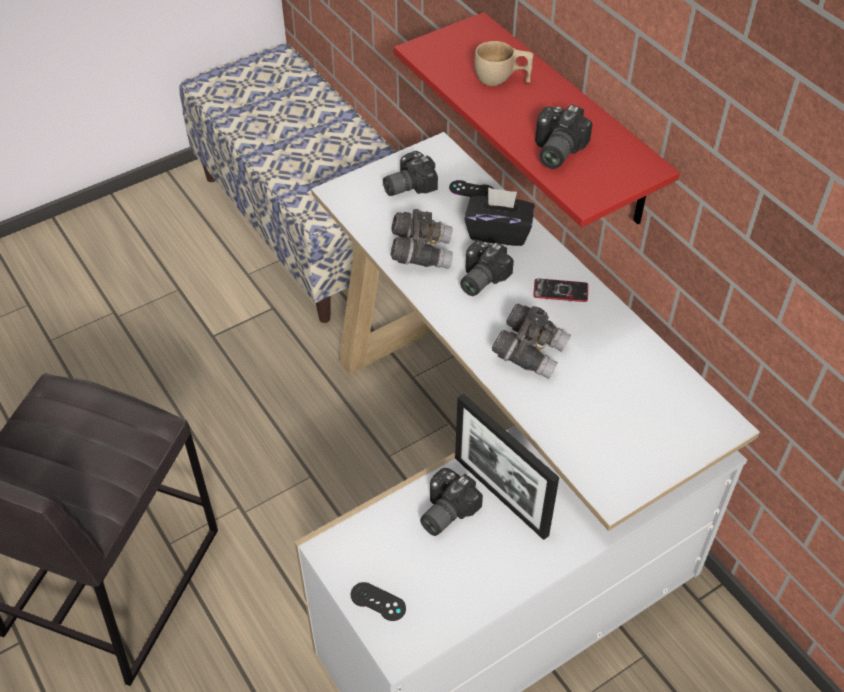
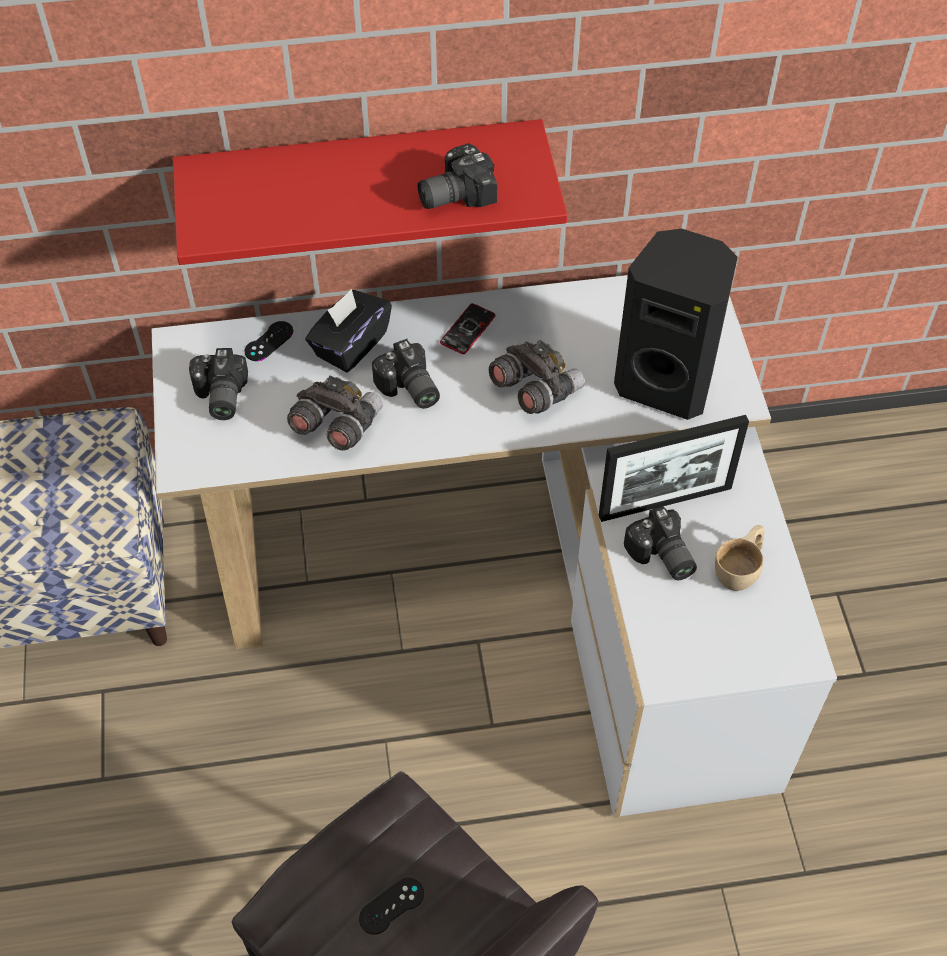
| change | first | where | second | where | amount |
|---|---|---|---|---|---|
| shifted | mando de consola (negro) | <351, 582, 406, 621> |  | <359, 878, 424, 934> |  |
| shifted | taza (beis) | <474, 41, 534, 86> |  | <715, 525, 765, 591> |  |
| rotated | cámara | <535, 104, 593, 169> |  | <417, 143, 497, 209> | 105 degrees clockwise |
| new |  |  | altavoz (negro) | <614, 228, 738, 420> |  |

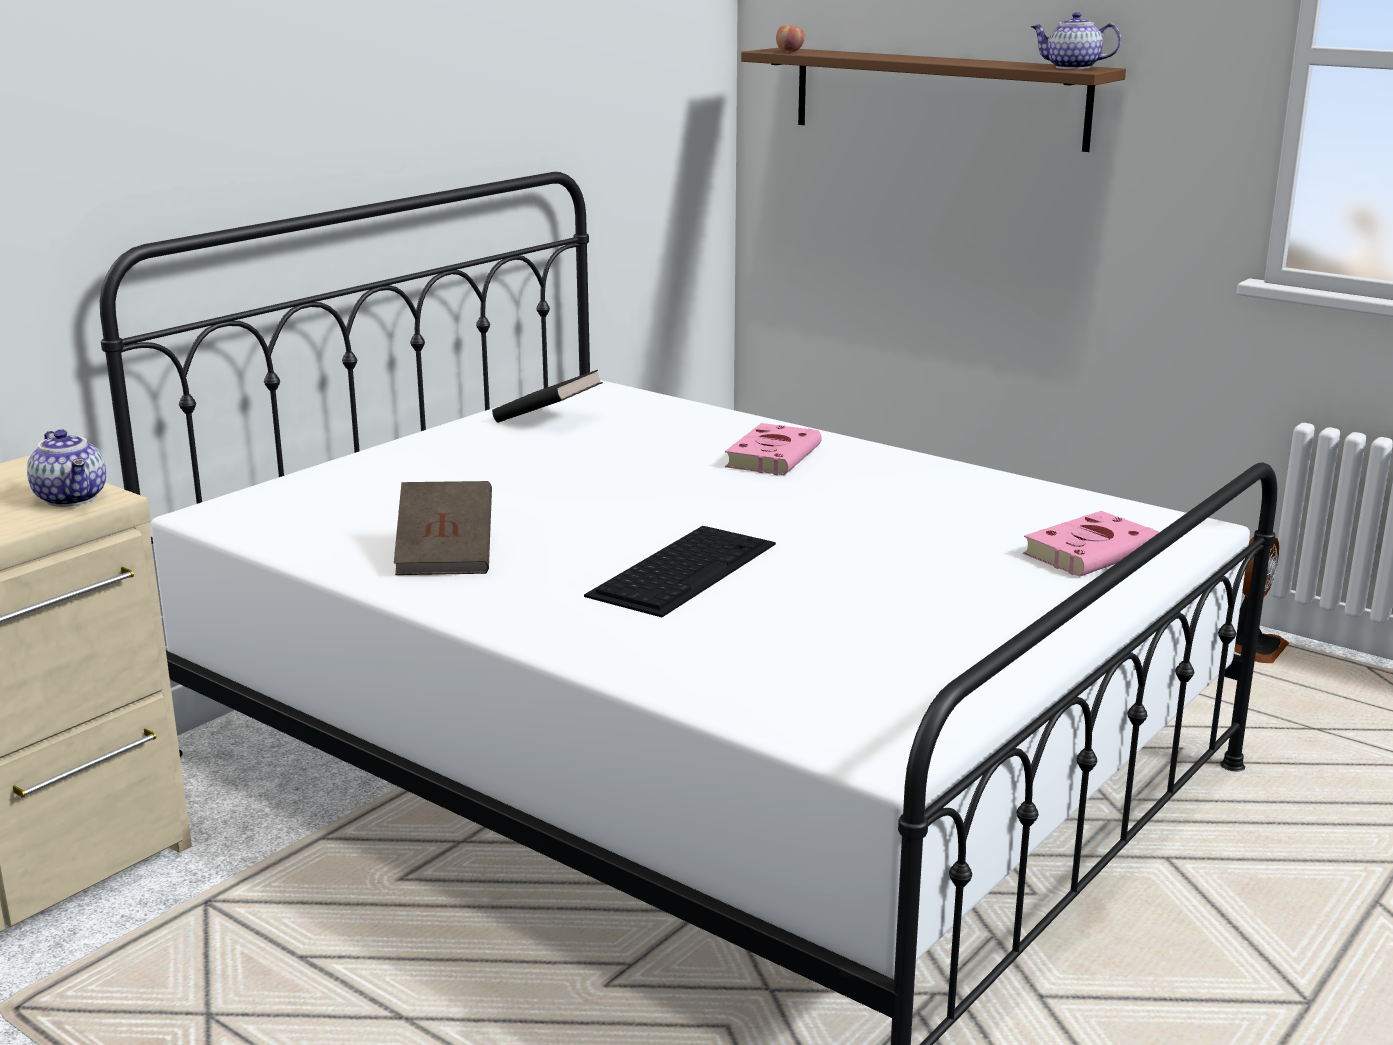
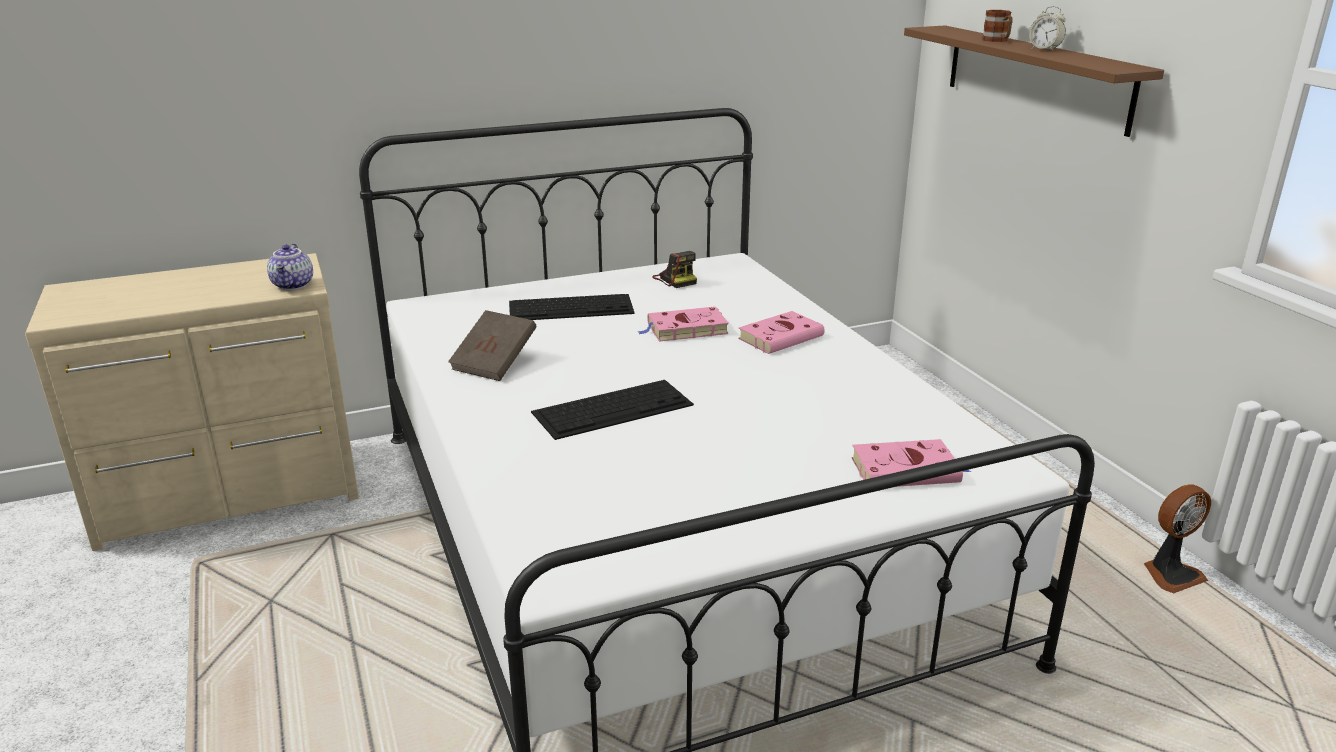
| change | first | where | second | where | amount |
|---|---|---|---|---|---|
| swapped | libro (negro) | <492, 370, 603, 423> | cámara | <652, 251, 697, 288> |  |
| gone | manzana | <776, 25, 805, 52> |  |  |  |
| gone | tetera | <1030, 12, 1121, 69> |  |  |  |
| new |  |  | teclado | <509, 294, 635, 320> |  |
| new |  |  | libro (rosa) | <639, 307, 729, 342> |  |
| new |  |  | taza grande | <982, 10, 1013, 42> |  |
| new |  |  | despertador | <1029, 6, 1066, 51> |  |

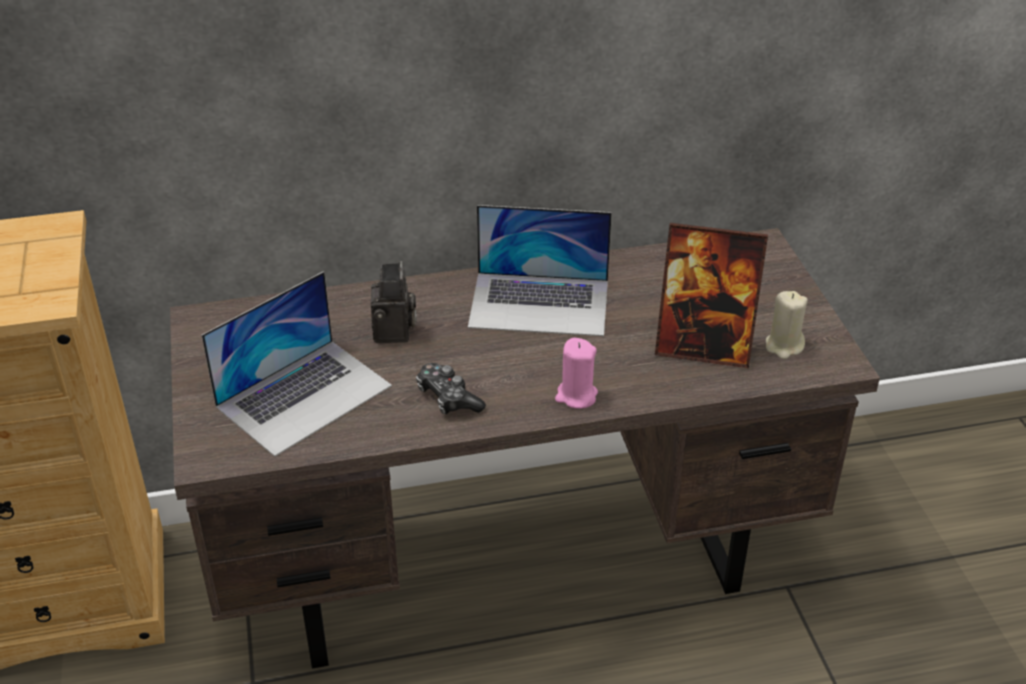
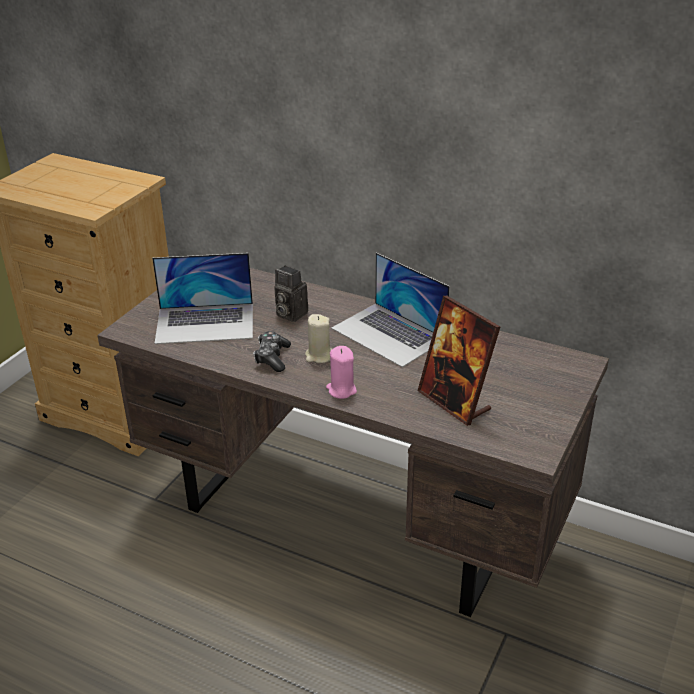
| change | first | where | second | where | amount |
|---|---|---|---|---|---|
| rotated | cámara | <371, 261, 417, 343> |  | <274, 265, 308, 322> | 90 degrees clockwise |
| shifted | vela (beis) | <766, 291, 808, 359> |  | <305, 314, 332, 363> |  |

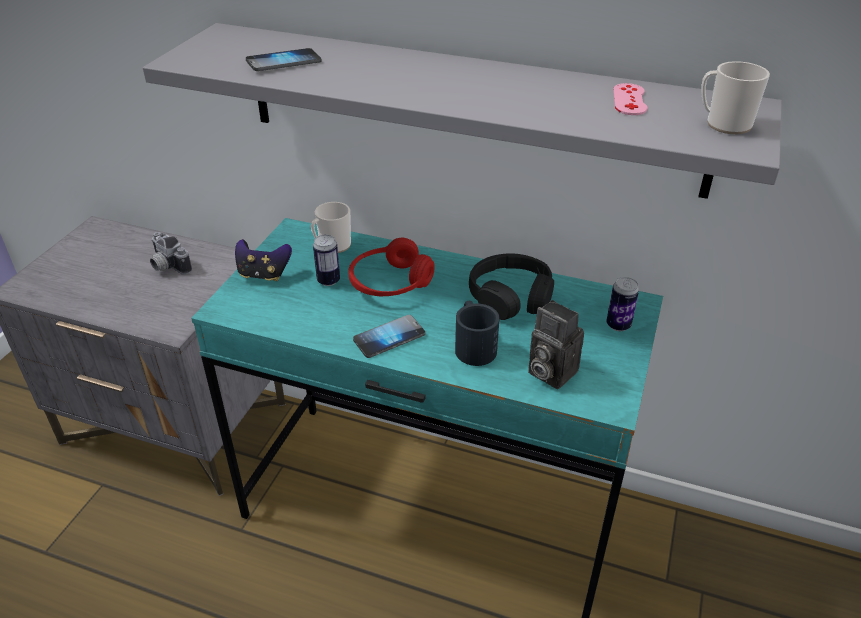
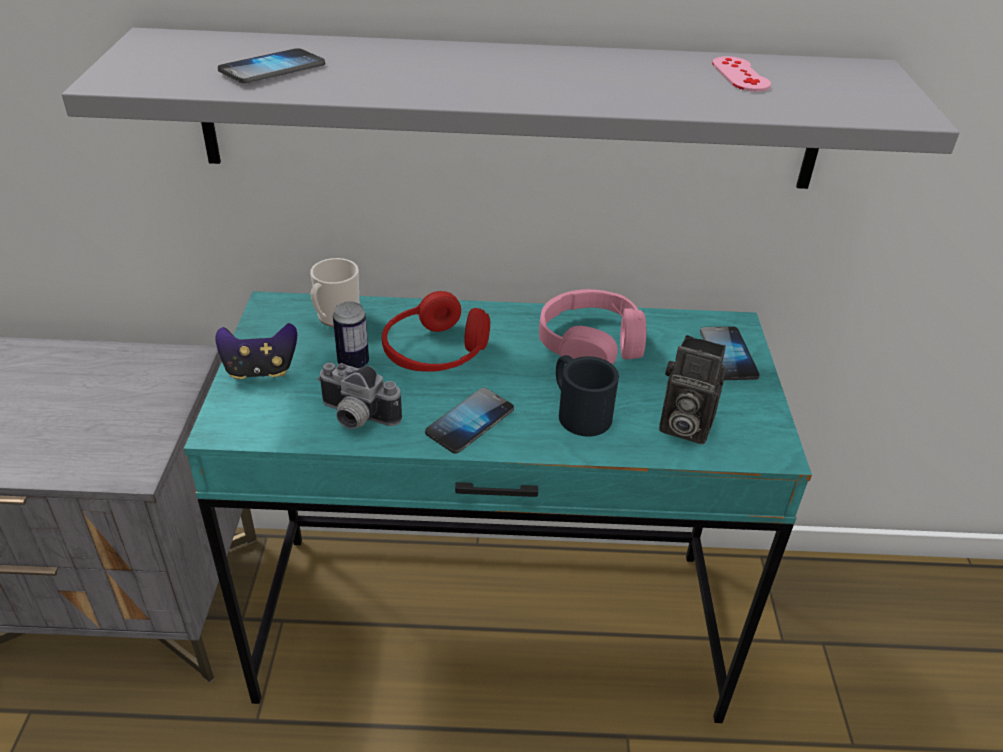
| change | first | where | second | where | amount |
|---|---|---|---|---|---|
| shifted | cámara | <150, 232, 192, 275> |  | <317, 363, 402, 429> |  |
| repainted | auriculares (negro) | <469, 253, 554, 320> | auriculares (rosa) | <539, 289, 646, 364> |  |
| swapped | lata | <606, 277, 639, 331> | móvil | <700, 326, 760, 380> |  |
| gone | taza grande | <702, 61, 770, 134> |  |  |  |

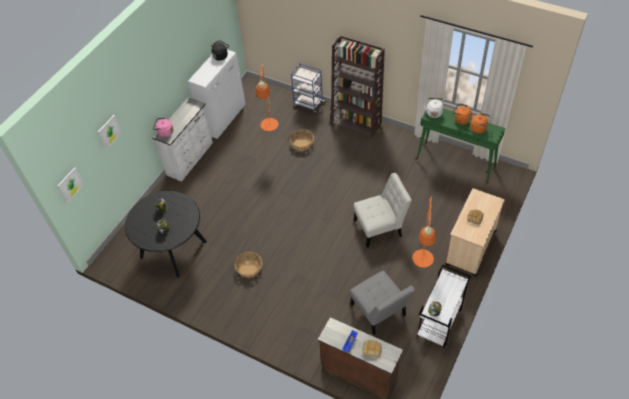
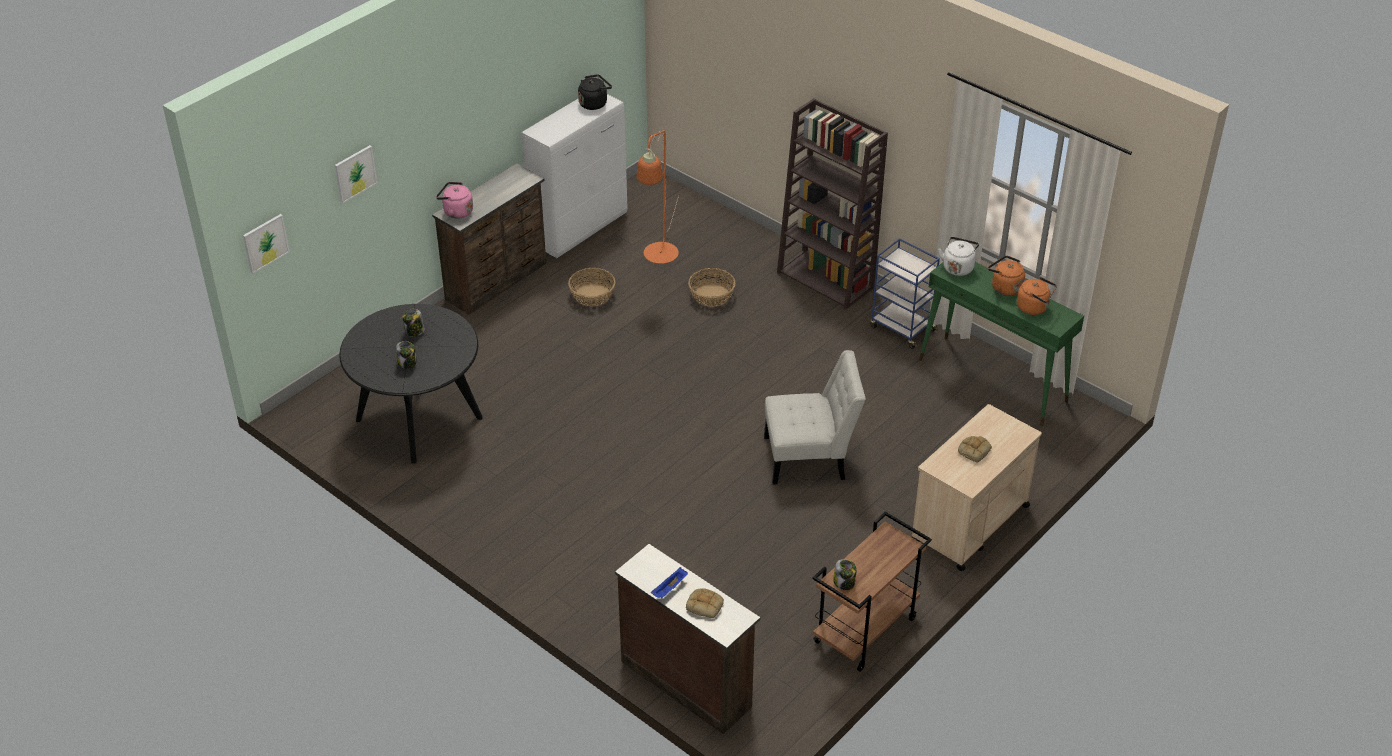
| change | first | where | second | where | amount |
|---|---|---|---|---|---|
| repainted | cómoda (blanco) | <152, 97, 213, 182> | cómoda (marrón) | <432, 163, 546, 315> |  |
| shifted | cesta | <234, 252, 262, 278> |  | <568, 268, 615, 306> |  |
| shifted | carrito (azul) | <291, 63, 326, 114> |  | <870, 238, 940, 349> |  |
| gone | silla (gris) | <350, 271, 415, 335> |  |  |  |
| gone | lámpara de pie (naranja) | <412, 197, 436, 268> |  |  |  |
| repainted | carrito (blanco) | <416, 265, 471, 348> | carrito (marrón) | <812, 511, 932, 672> |  |

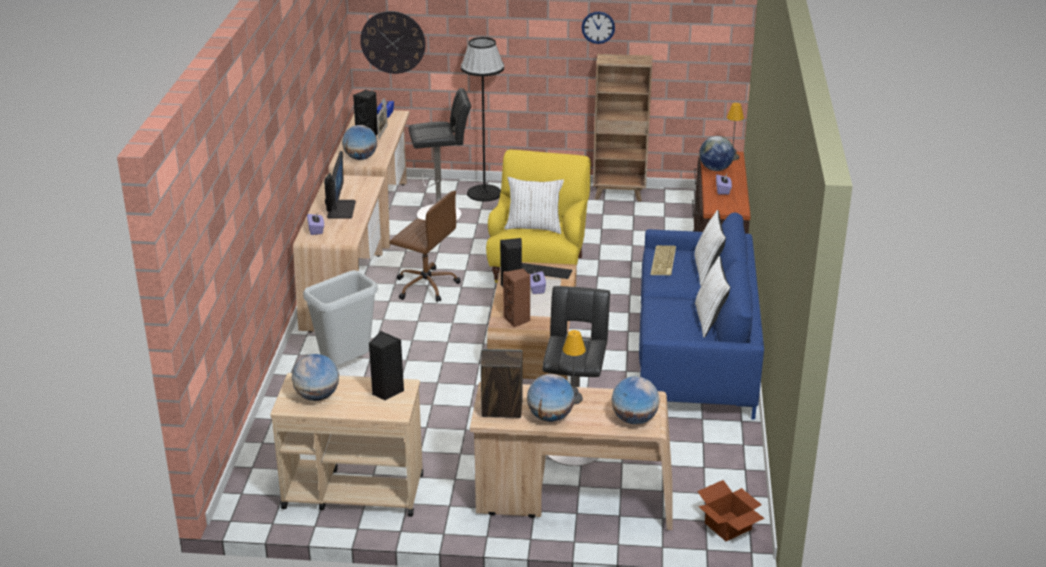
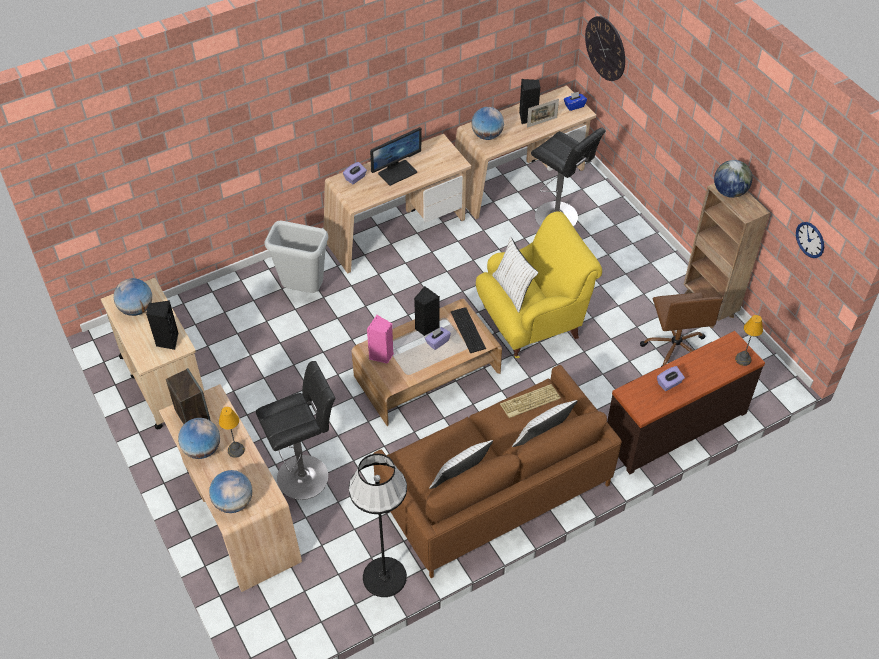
| change | first | where | second | where | amount |
|---|---|---|---|---|---|
| shifted | silla de oficina (marrón) | <390, 191, 461, 302> |  | <640, 292, 723, 367> |  |
| shifted | lámpara de pie (negro) | <461, 37, 504, 201> |  | <349, 453, 407, 597> |  |
| repainted | altavoz (marrón) | <503, 268, 531, 328> | altavoz (rosa) | <367, 315, 393, 364> |  |
| shifted | reloj de pared | <581, 11, 615, 44> |  | <796, 222, 824, 258> |  |
| repainted | sofá (azul) | <639, 213, 764, 420> | sofá (marrón) | <373, 365, 622, 578> |  |
| gone | caja de cartón | <697, 480, 765, 541> |  |  |  |
| shifted | globo terráqueo | <699, 136, 734, 171> |  | <714, 160, 752, 198> |  |

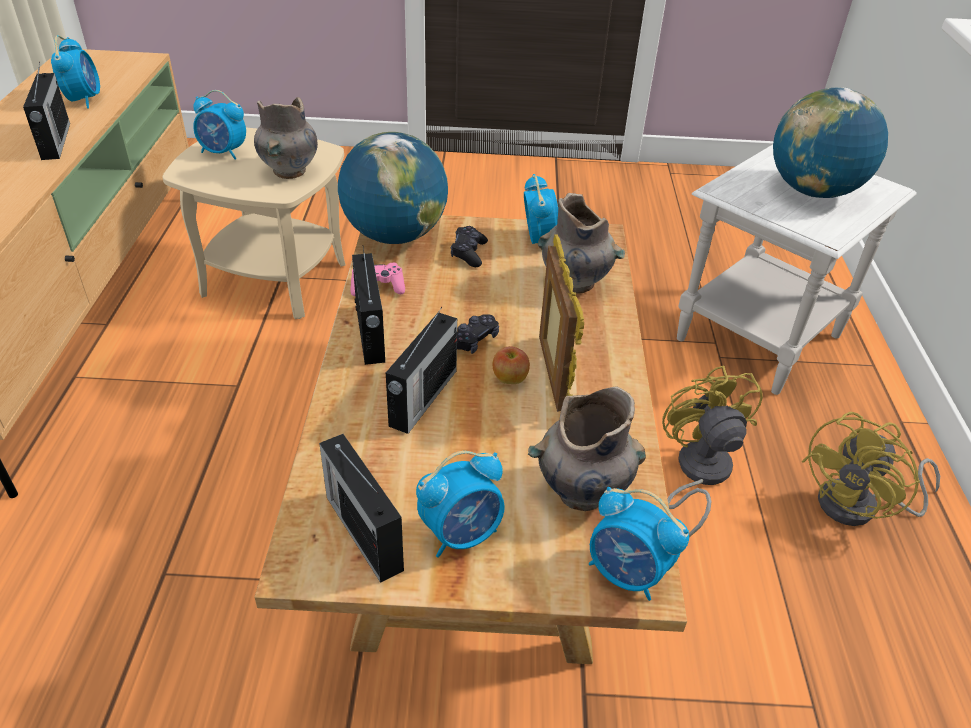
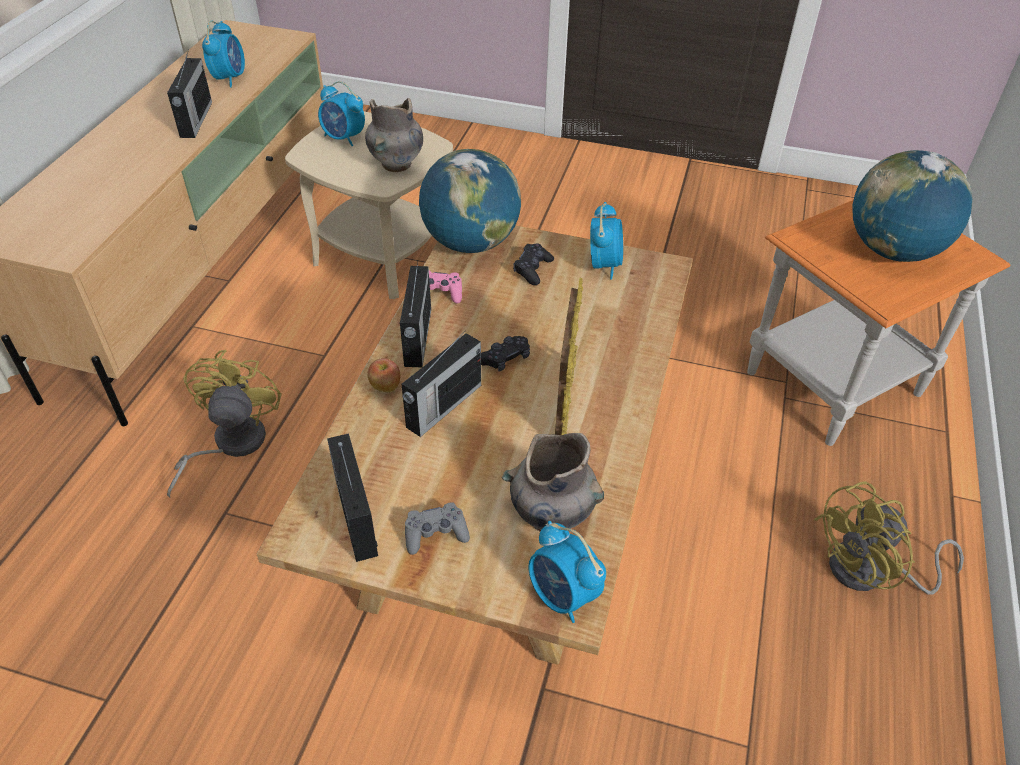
| change | first | where | second | where | amount |
|---|---|---|---|---|---|
| swapped | despertador | <416, 451, 505, 558> | mando de consola (gris) | <405, 502, 470, 555> |  |
| shifted | manzana | <493, 346, 530, 384> |  | <367, 358, 400, 393> |  |
| gone | florero (gris) | <537, 193, 625, 293> |  |  |  |
| shifted | ventilador (amarillo) | <662, 366, 763, 537> |  | <167, 350, 282, 497> |  |
| repainted | mesa auxiliar (blanco) | <677, 144, 917, 395> | mesa auxiliar (naranja) | <747, 200, 1010, 446> |  |

